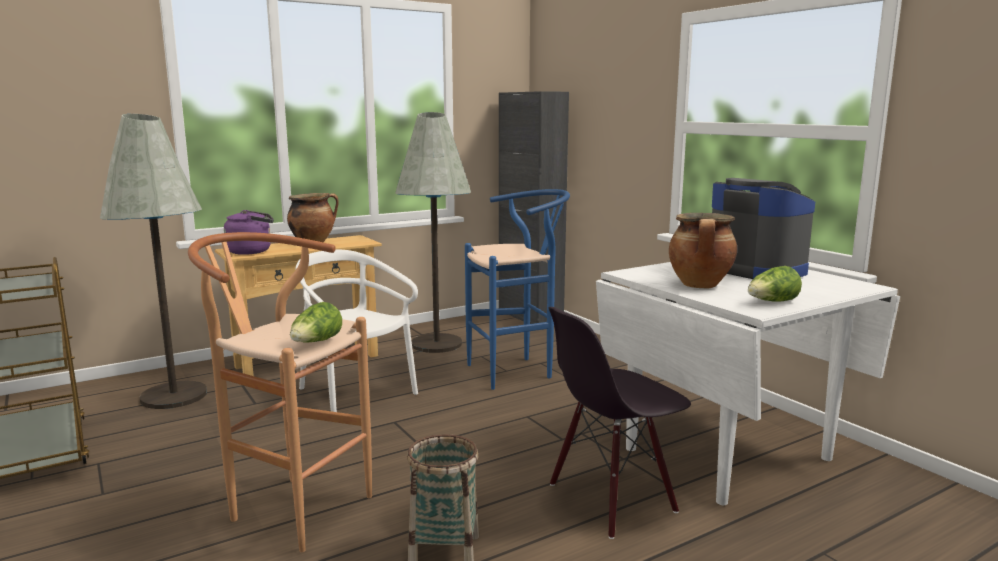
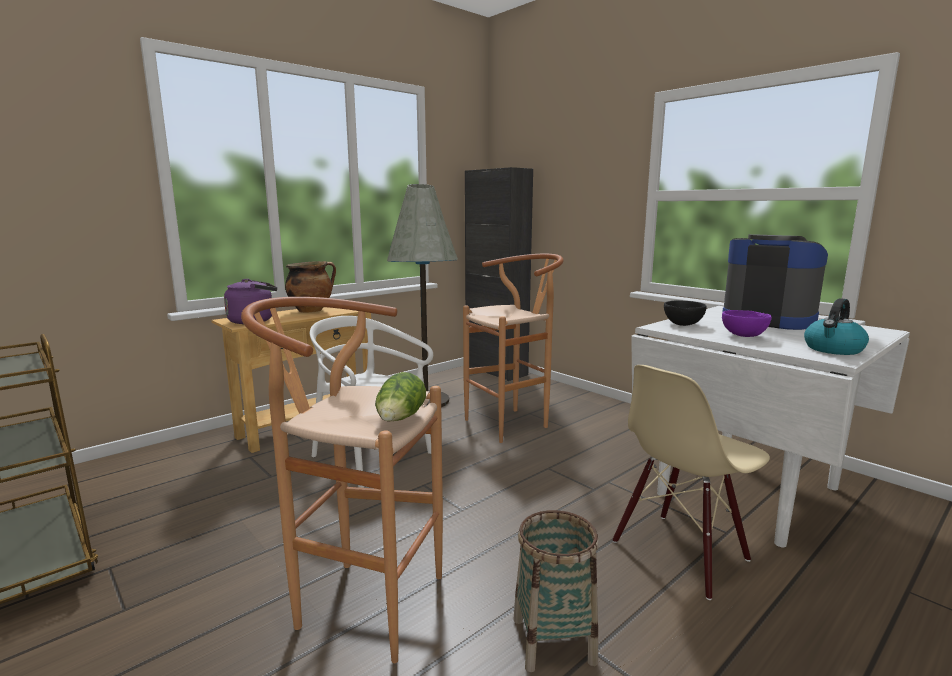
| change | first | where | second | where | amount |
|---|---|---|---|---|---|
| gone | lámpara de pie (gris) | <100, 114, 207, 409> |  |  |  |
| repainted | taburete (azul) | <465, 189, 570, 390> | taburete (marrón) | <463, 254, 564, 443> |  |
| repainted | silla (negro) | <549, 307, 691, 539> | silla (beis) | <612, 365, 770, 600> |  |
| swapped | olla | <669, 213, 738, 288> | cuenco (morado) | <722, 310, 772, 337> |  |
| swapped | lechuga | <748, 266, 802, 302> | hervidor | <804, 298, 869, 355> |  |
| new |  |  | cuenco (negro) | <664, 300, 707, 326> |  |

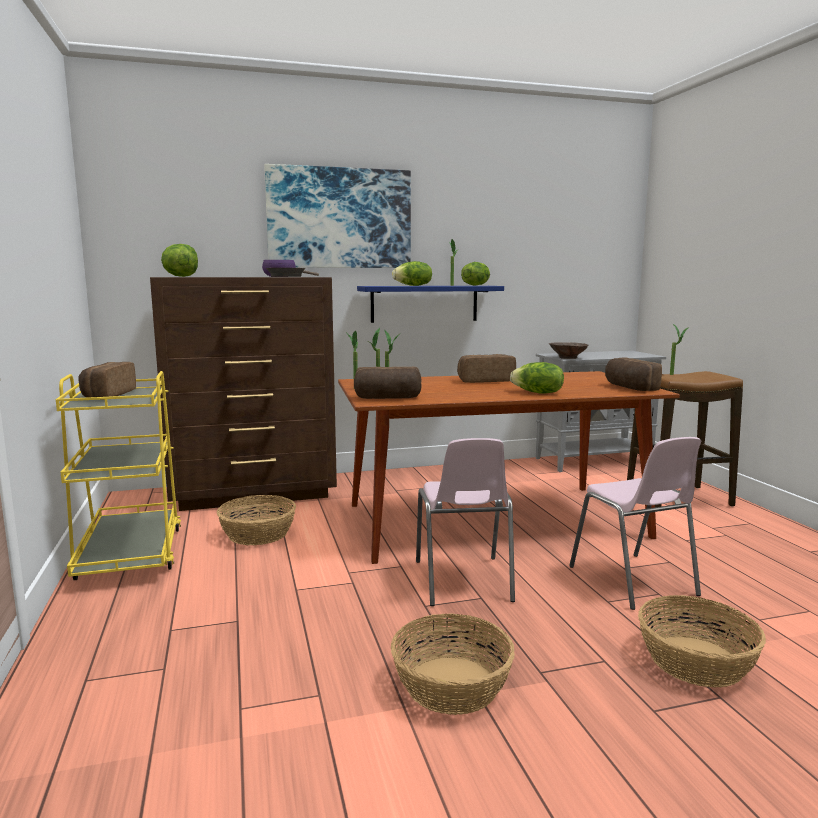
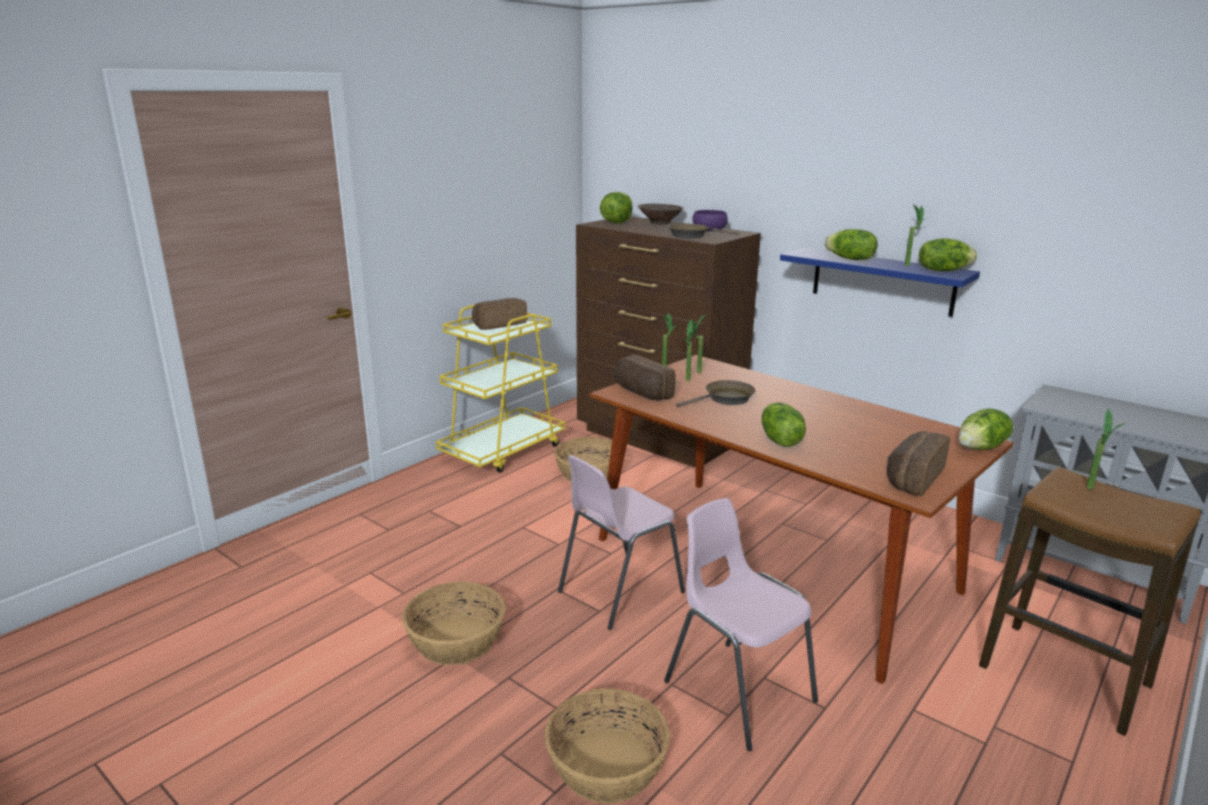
| change | first | where | second | where | amount |
|---|---|---|---|---|---|
| gone | cuadro | <264, 164, 411, 268> |  |  |  |
| gone | pan | <457, 354, 516, 383> |  |  |  |
| shifted | cuenco (marrón) | <549, 342, 589, 359> |  | <638, 204, 683, 225> |  |
| rotated | silla (rosa) | <569, 437, 701, 610> |  | <664, 498, 818, 751> | 105 degrees clockwise |
| new |  |  | sartén (marrón) | <676, 380, 756, 407> |  |
| new |  |  | lechuga | <958, 408, 1013, 450> |  |

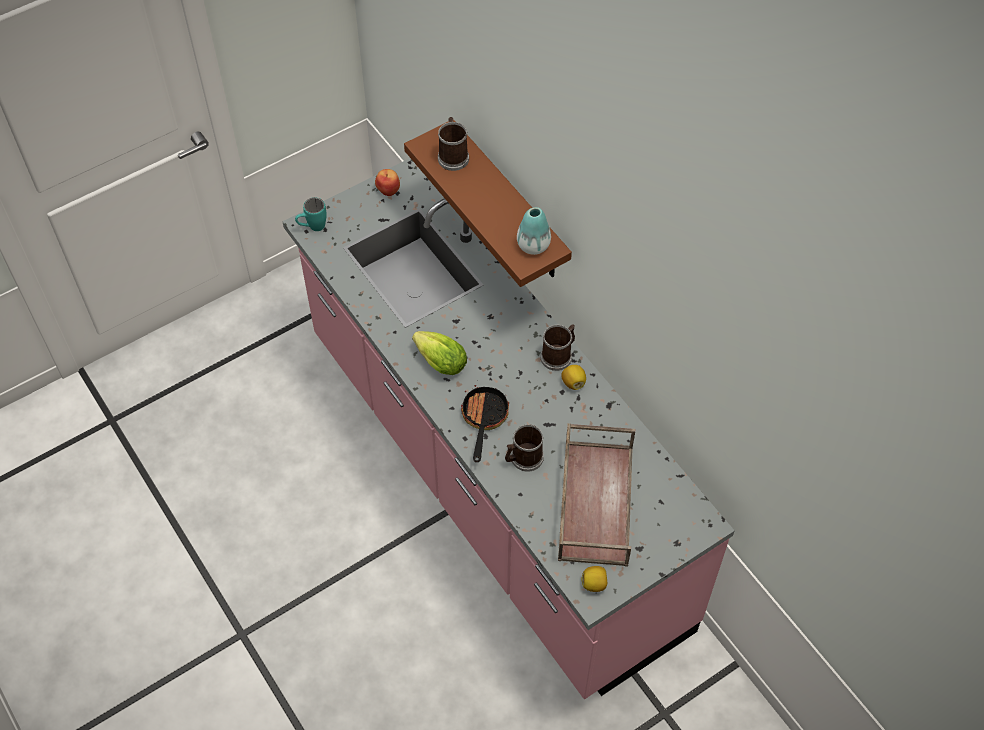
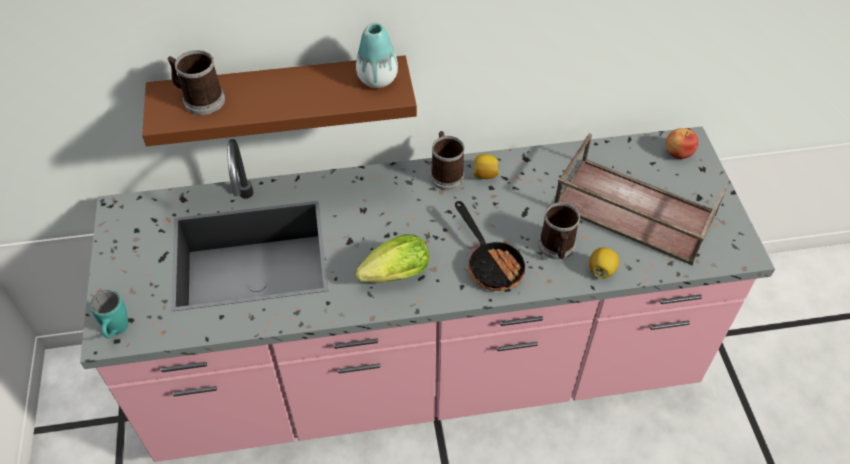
| change | first | where | second | where | amount |
|---|---|---|---|---|---|
| shifted | manzana | <375, 169, 400, 196> |  | <666, 128, 698, 159> |  |
| rotated | sartén | <461, 385, 509, 462> |  | <455, 201, 528, 291> | 150 degrees counterclockwise |
| shifted | limón | <581, 566, 607, 592> |  | <589, 248, 619, 278> |  |

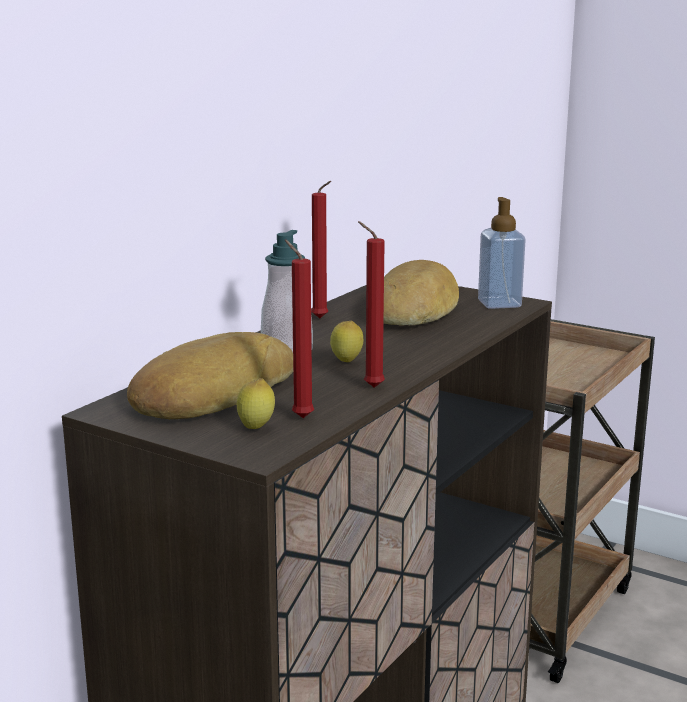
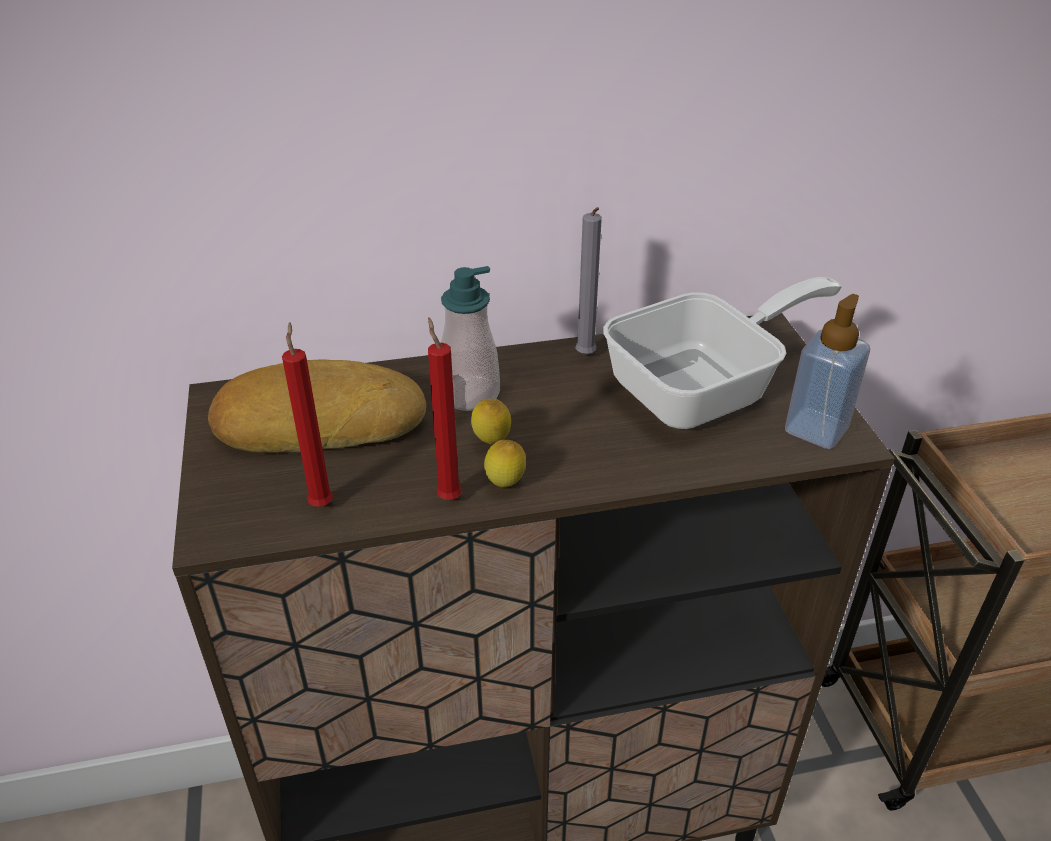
| change | first | where | second | where | amount |
|---|---|---|---|---|---|
| shifted | limón | <237, 378, 275, 429> |  | <484, 440, 526, 487> |  |
| repainted | vela (rojo) | <311, 181, 331, 318> | vela (gris) | <575, 207, 602, 355> |  |
| swapped | pan | <383, 260, 459, 325> | sartén | <604, 277, 842, 429> |  |

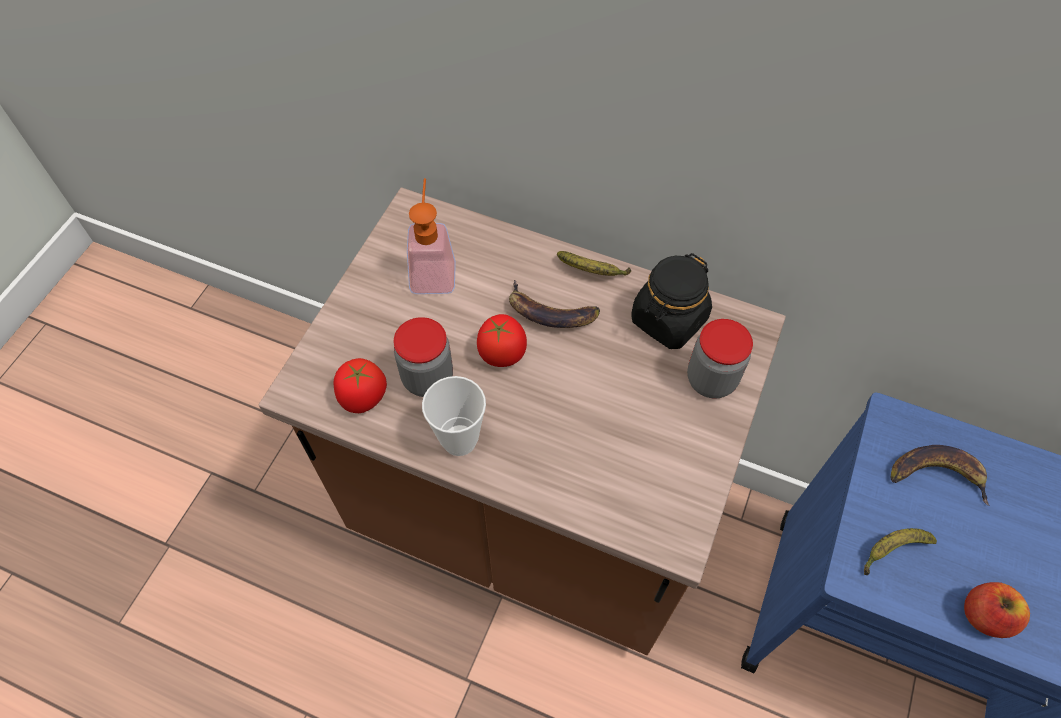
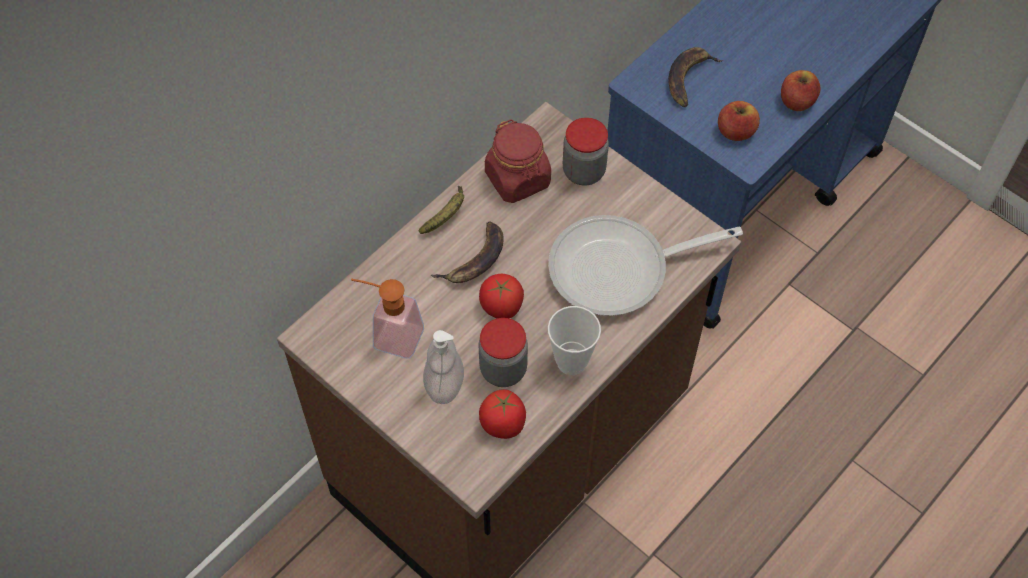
| change | first | where | second | where | amount |
|---|---|---|---|---|---|
| repainted | tarro (negro) | <631, 253, 712, 349> | tarro (rojo) | <485, 119, 551, 203> |  |
| swapped | plátano | <864, 528, 937, 575> | manzana | <718, 101, 760, 141> |  |
| new |  |  | dispensador de jabón | <423, 330, 464, 404> |  |
| new |  |  | sartén | <548, 215, 743, 316> |  |

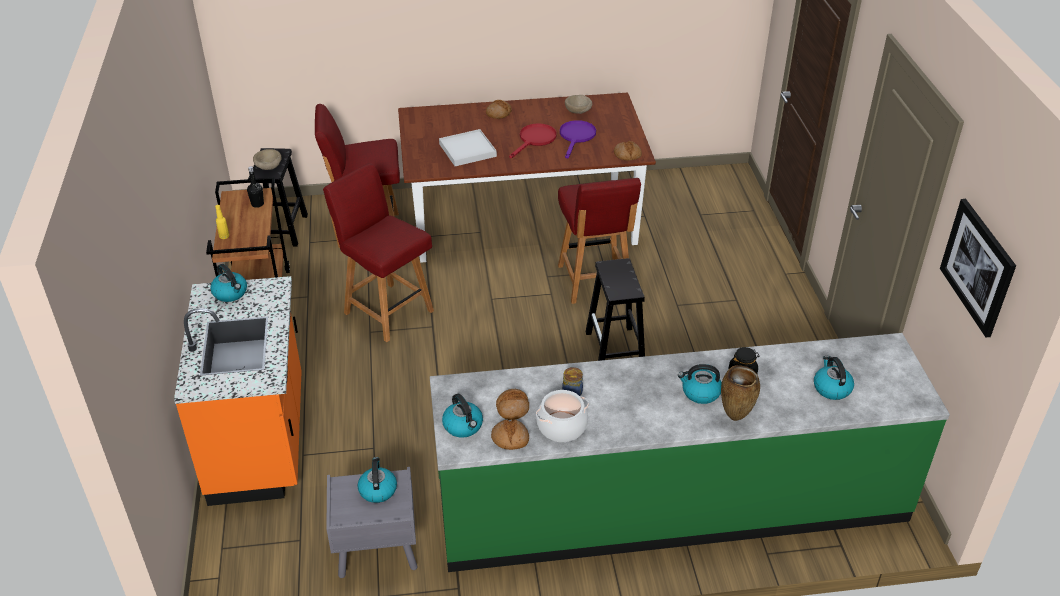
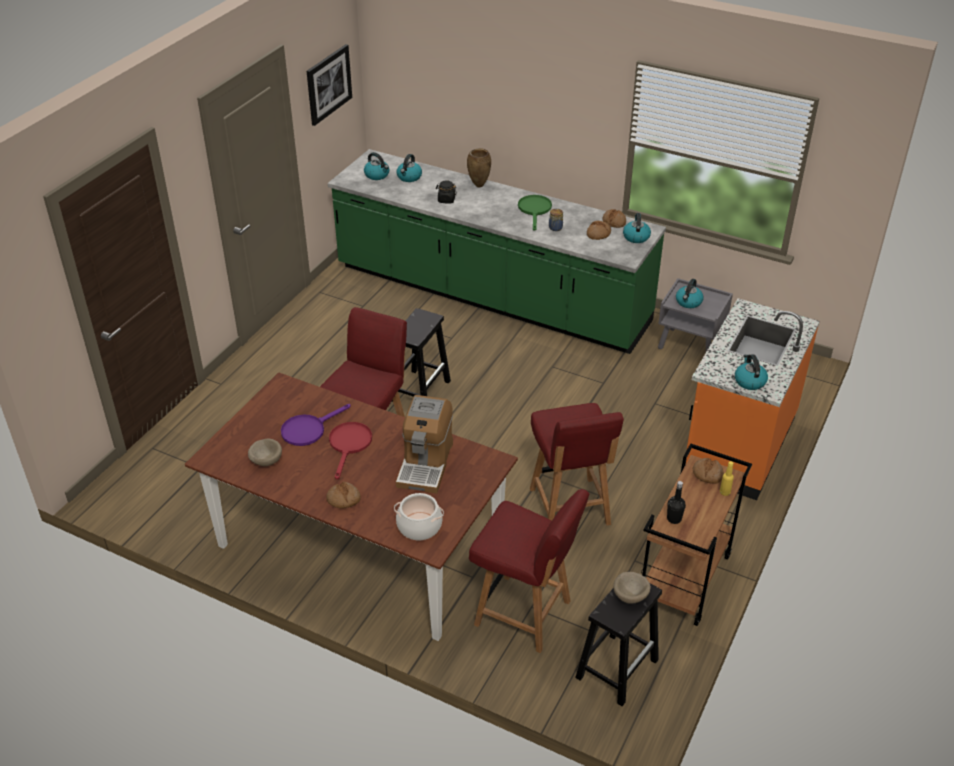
| change | first | where | second | where | amount |
|---|---|---|---|---|---|
| swapped | bandeja (blanco) | <439, 129, 497, 166> | cafetera | <396, 395, 453, 494> |  |
| rotated | sartén (rojo) | <509, 123, 557, 158> |  | <329, 422, 372, 480> | 120 degrees clockwise |
| shifted | olla | <536, 390, 589, 442> |  | <394, 493, 444, 541> |  |
| shifted | pan | <614, 141, 642, 160> |  | <693, 458, 724, 484> |  |
| shifted | hervidor | <678, 364, 722, 404> |  | <364, 152, 390, 180> |  |
| new |  |  | sartén (verde) | <518, 195, 552, 231> |  |

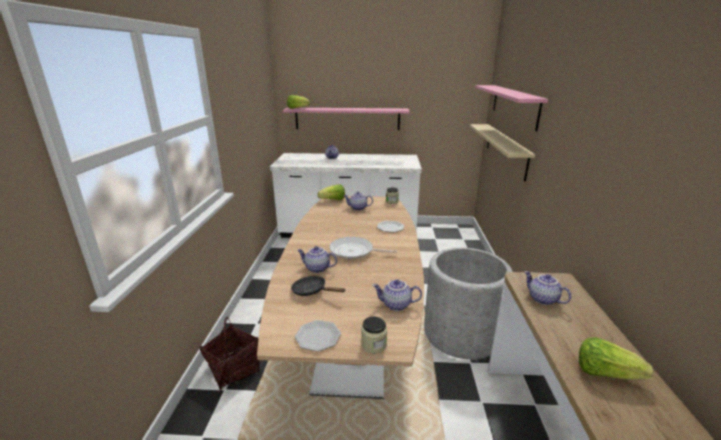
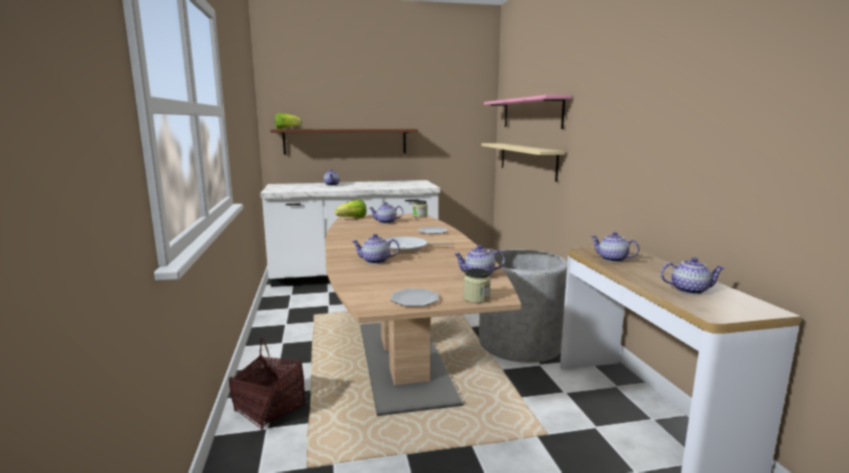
| change | first | where | second | where | amount |
|---|---|---|---|---|---|
| repainted | estante (rosa) | <283, 108, 409, 130> | estante (marrón) | <270, 129, 418, 155> |  |
| gone | sartén (negro) | <291, 276, 345, 296> |  |  |  |
| swapped | lechuga | <579, 337, 653, 380> | tetera | <661, 257, 724, 294> |  |

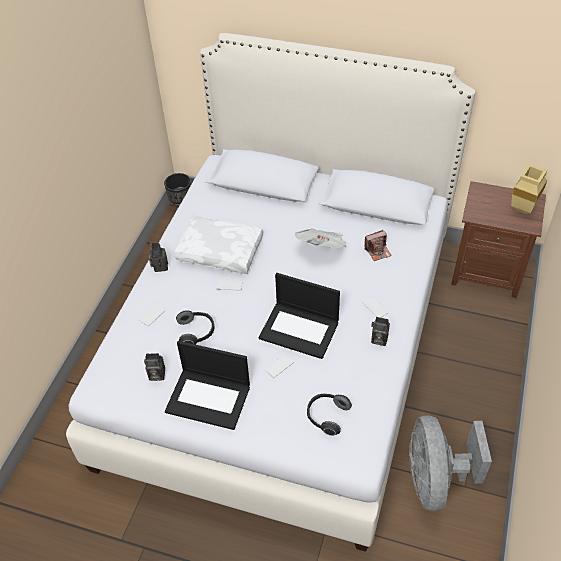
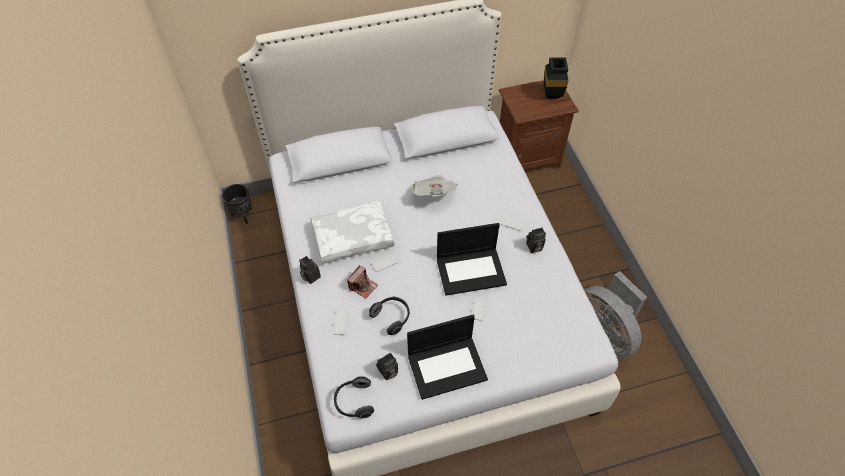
| change | first | where | second | where | amount |
|---|---|---|---|---|---|
| shifted | auriculares | <307, 393, 352, 436> |  | <334, 376, 374, 419> |  |
| shifted | cámara | <364, 230, 392, 261> |  | <347, 265, 378, 299> |  |
| repainted | florero (beis) | <511, 164, 547, 214> | florero (negro) | <544, 58, 569, 99> |  |

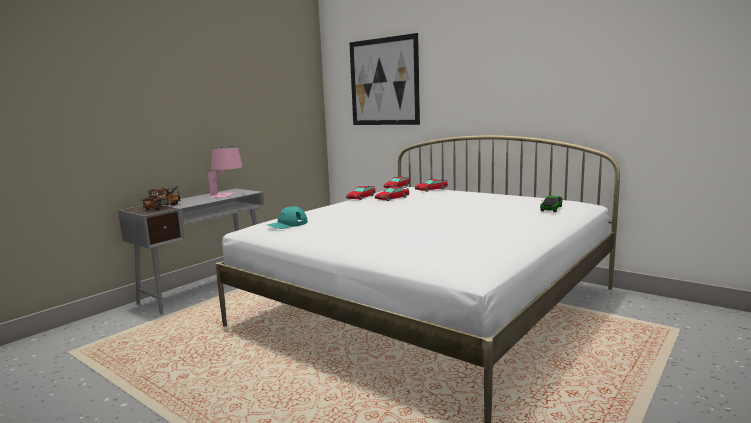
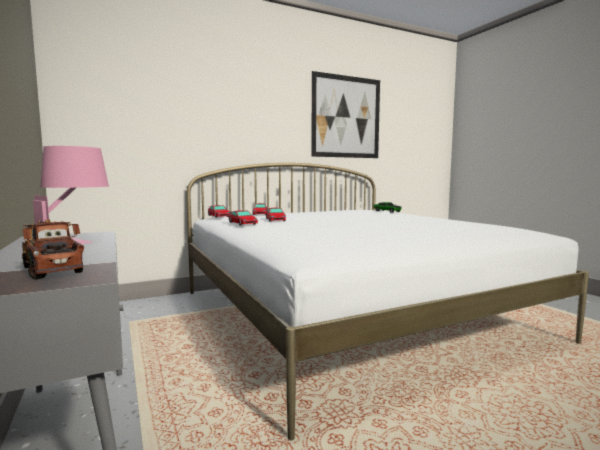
| change | first | where | second | where | amount |
|---|---|---|---|---|---|
| gone | gorra (turquesa) | <267, 206, 307, 229> |  |  |  |
| shifted | cuadro | <349, 33, 420, 125> |  | <311, 71, 380, 158> |  |

